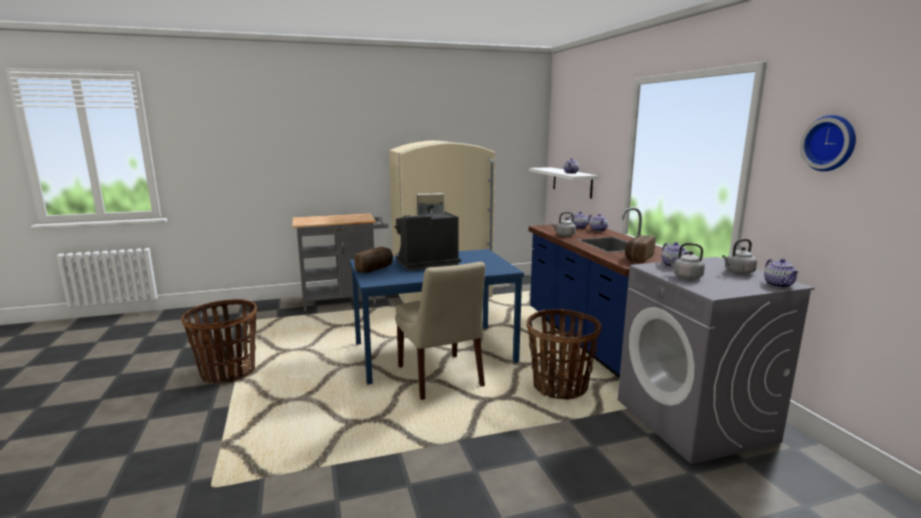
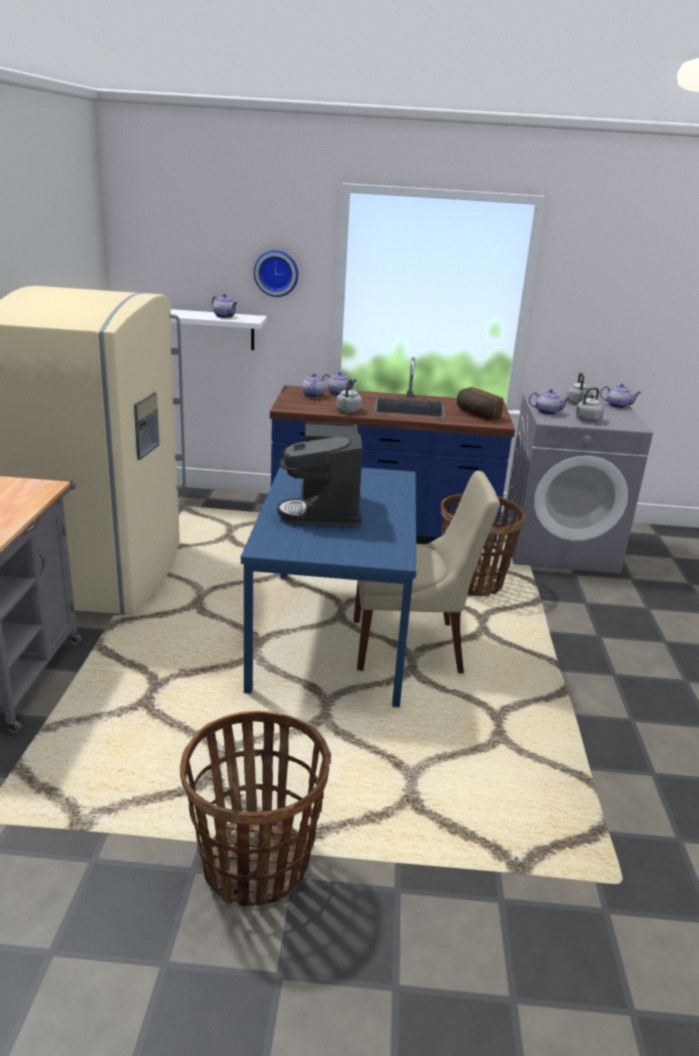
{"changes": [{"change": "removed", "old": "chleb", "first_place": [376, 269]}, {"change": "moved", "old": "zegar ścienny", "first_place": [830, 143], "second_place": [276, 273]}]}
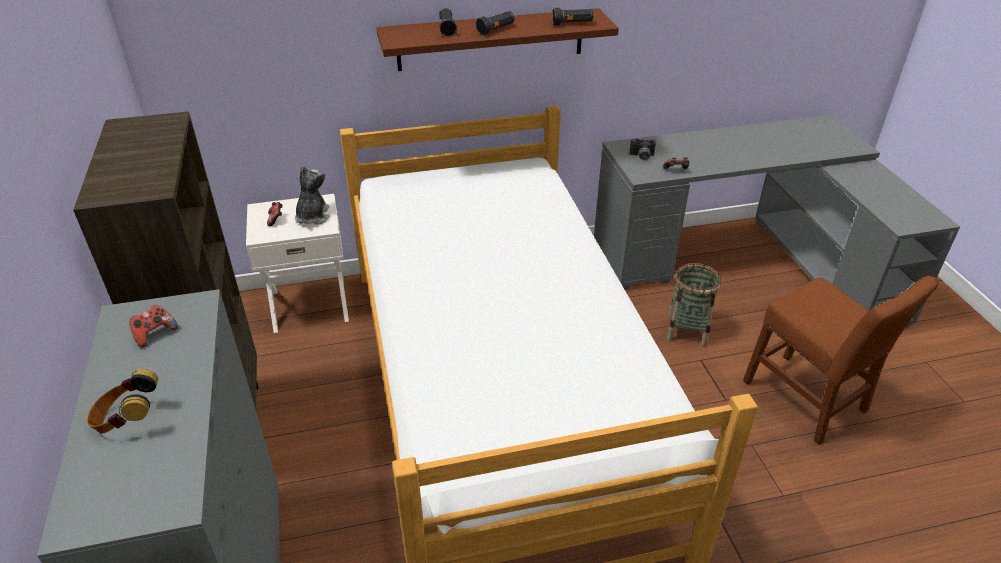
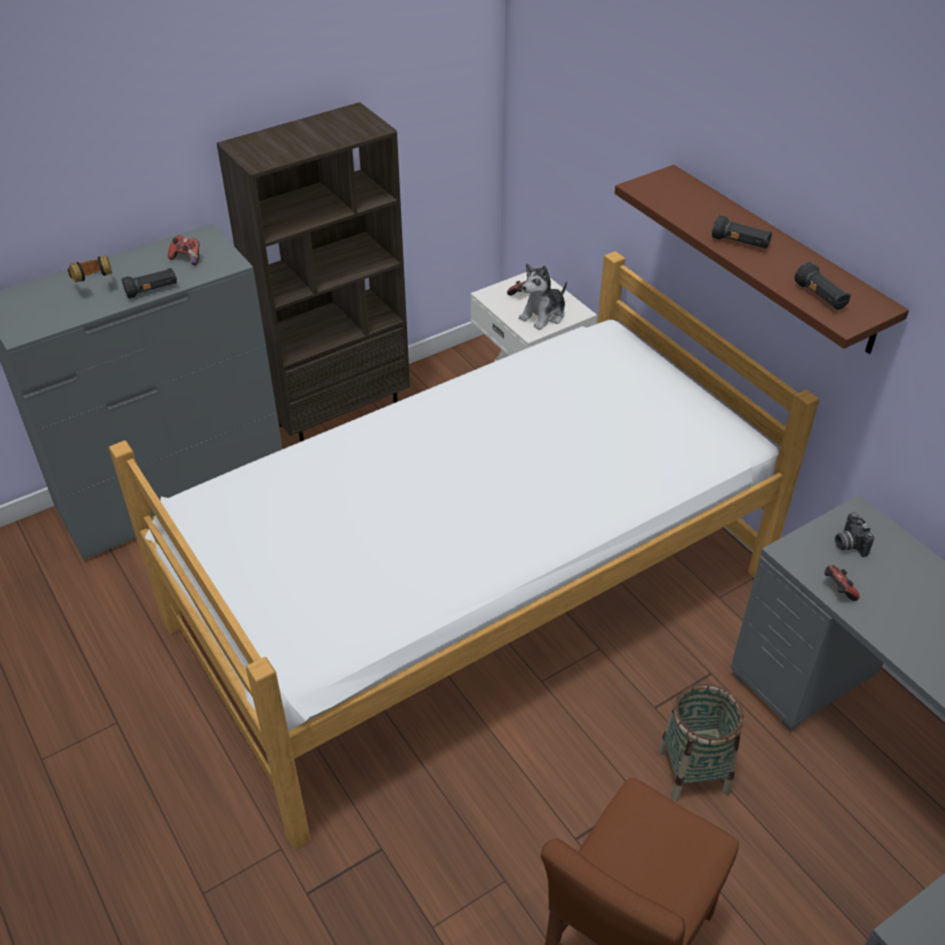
{"changes": [{"change": "moved", "old": "latarka/czarny", "first_place": [447, 29], "second_place": [152, 290]}, {"change": "turned", "old": "pluszak", "first_place": [312, 216], "second_place": [543, 315], "degrees": 150}]}
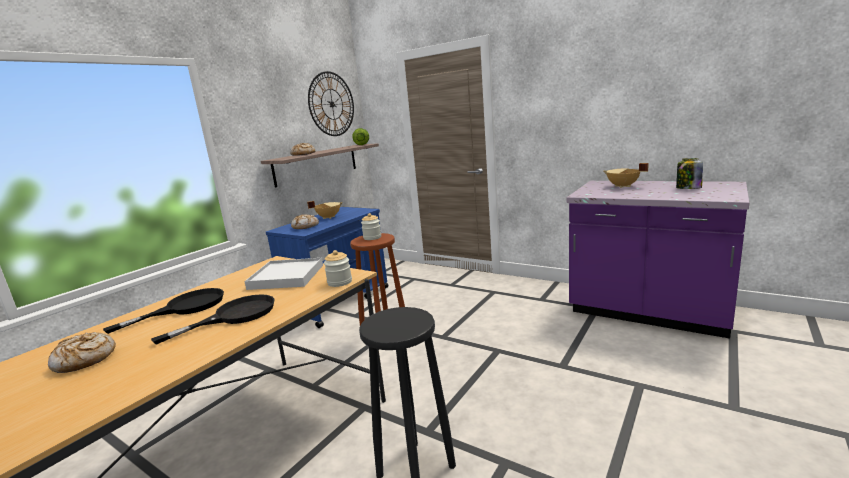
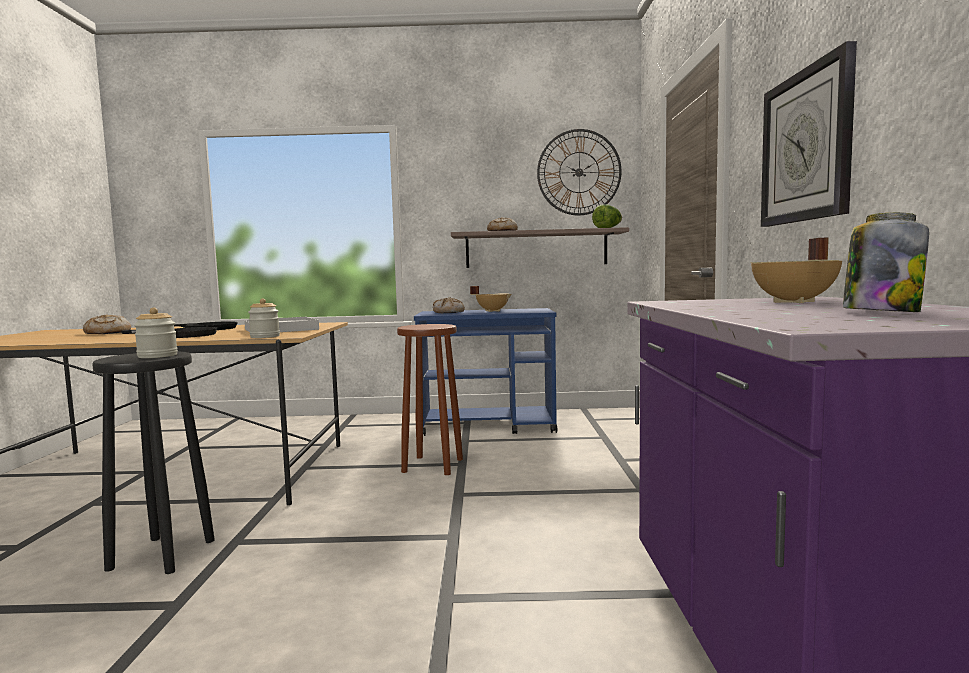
{"changes": [{"change": "added", "new": "zegar ścienny", "second_place": [806, 146]}, {"change": "moved", "old": "słoik", "first_place": [372, 237], "second_place": [157, 356]}]}
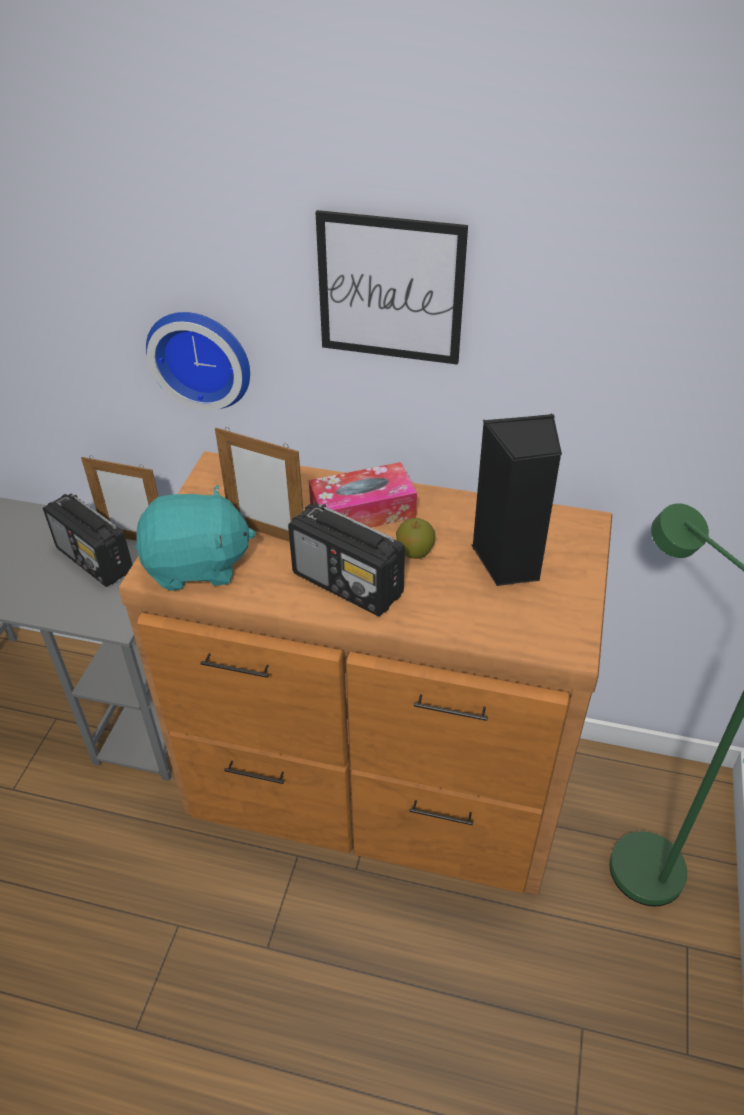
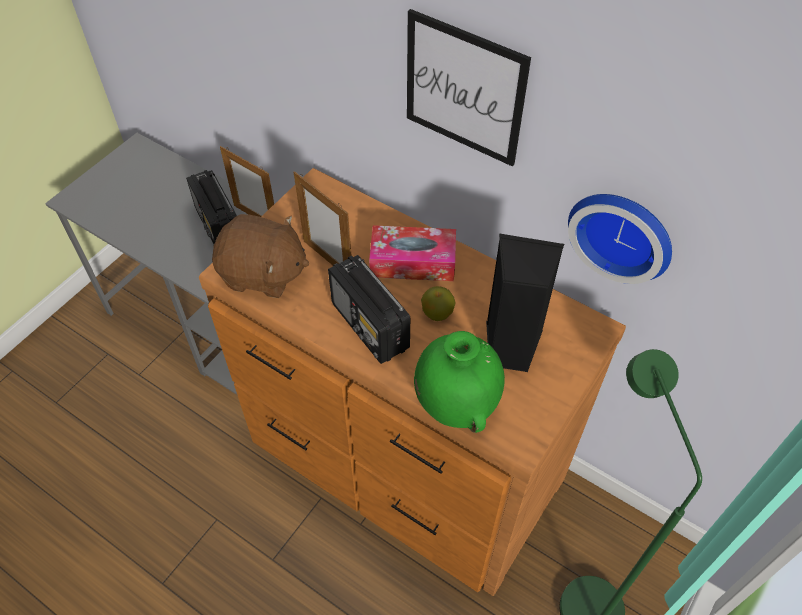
{"changes": [{"change": "added", "new": "wazon/zielony", "second_place": [455, 404]}, {"change": "moved", "old": "zegar ścienny", "first_place": [202, 357], "second_place": [622, 232]}, {"change": "recoloured", "old": "pluszak/turkusowy", "new": "pluszak/brązowy", "first_place": [197, 566], "second_place": [263, 274]}]}
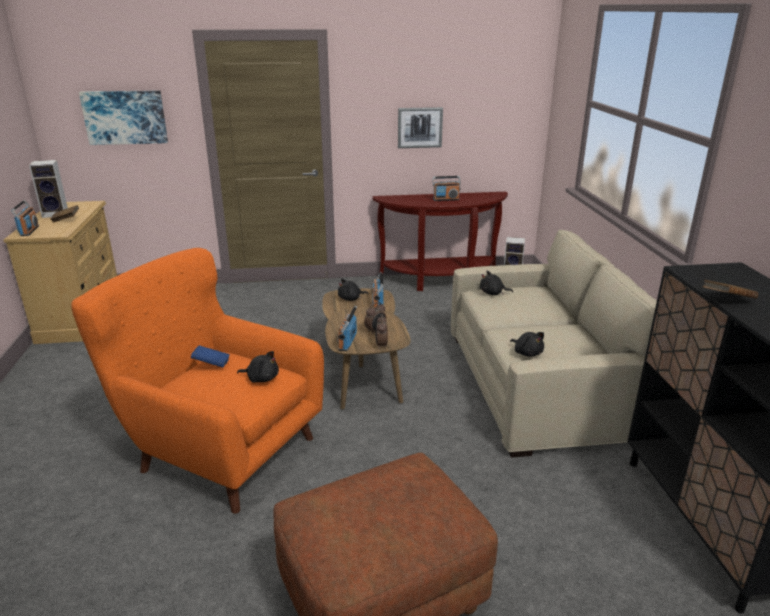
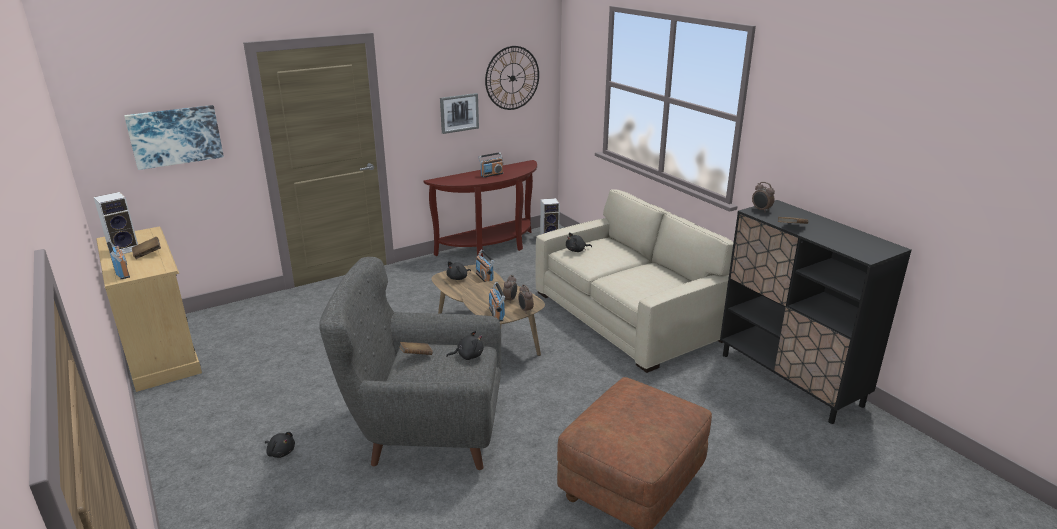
{"changes": [{"change": "added", "new": "zegar ścienny", "second_place": [512, 78]}, {"change": "added", "new": "budzik", "second_place": [761, 210]}, {"change": "moved", "old": "pluszak/czarny", "first_place": [527, 353], "second_place": [281, 452]}, {"change": "recoloured", "old": "fotel/pomarańczowy", "new": "fotel/szary", "first_place": [221, 448], "second_place": [425, 428]}, {"change": "recoloured", "old": "książka/niebieski", "new": "książka/brązowy", "first_place": [211, 364], "second_place": [416, 355]}]}
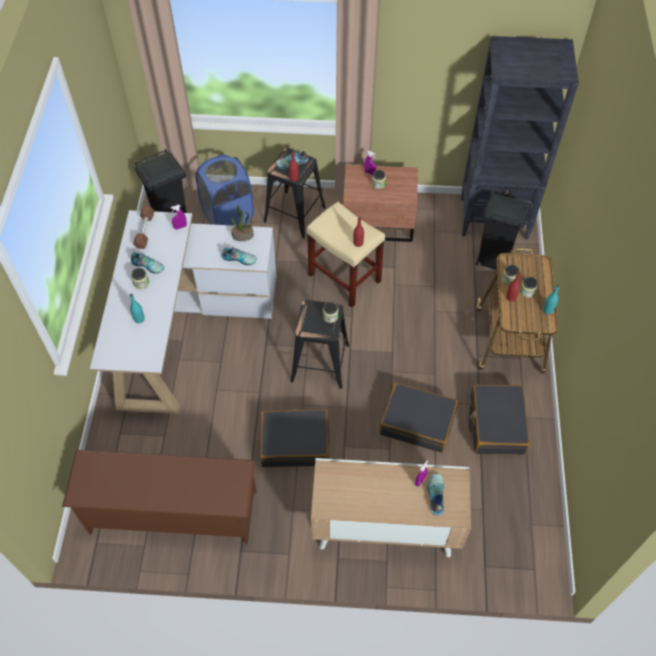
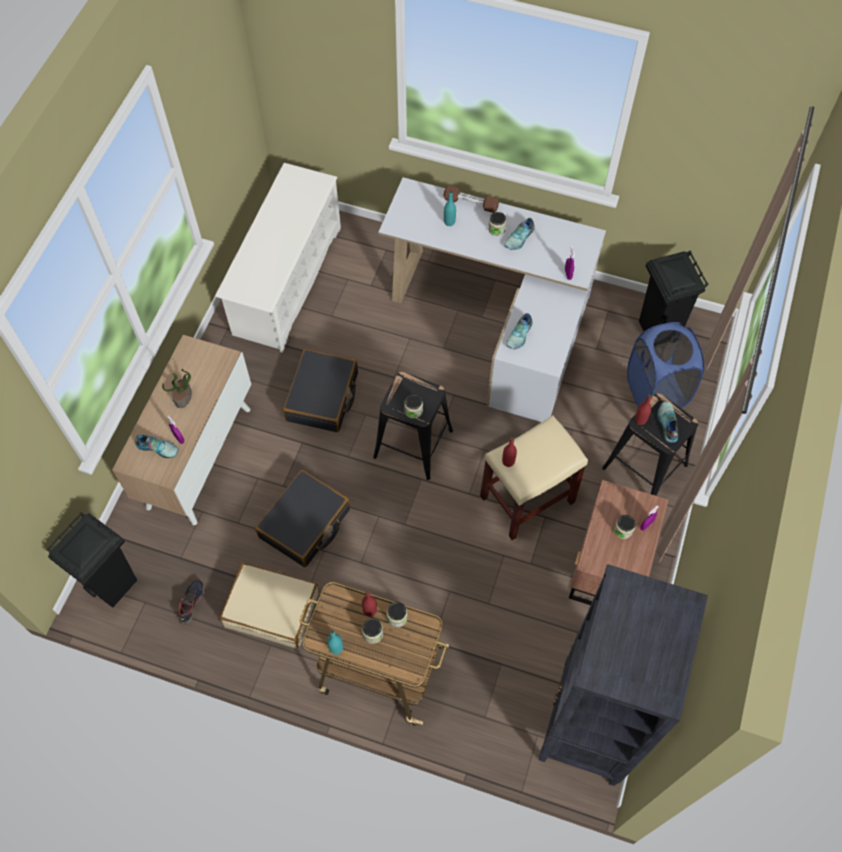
{"changes": [{"change": "added", "new": "but", "second_place": [191, 602]}, {"change": "moved", "old": "hantel/brązowy", "first_place": [145, 231], "second_place": [470, 203]}, {"change": "moved", "old": "roślina doniczkowa", "first_place": [243, 235], "second_place": [183, 397]}, {"change": "moved", "old": "kosz na śmieci/czarny", "first_place": [492, 261], "second_place": [114, 584]}, {"change": "recoloured", "old": "regał na buty/brązowy", "new": "regał na buty/biały", "first_place": [172, 512], "second_place": [287, 280]}, {"change": "recoloured", "old": "walizka/czarny", "new": "walizka/beżowy", "first_place": [496, 424], "second_place": [272, 609]}]}
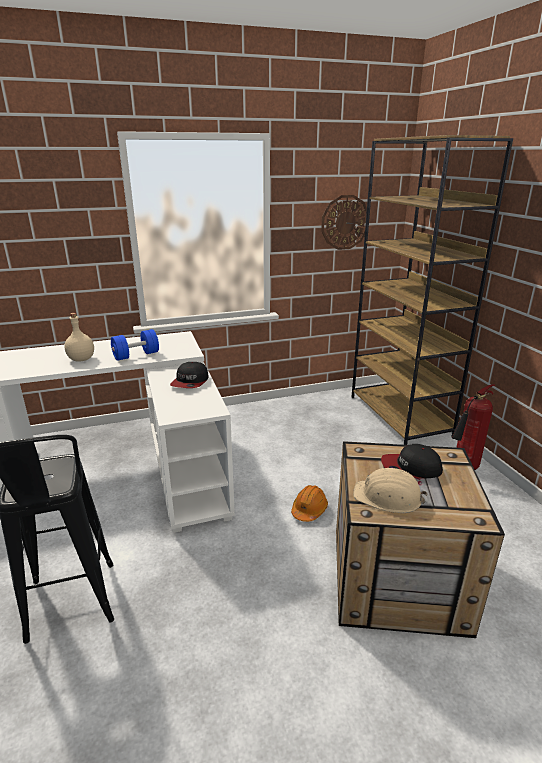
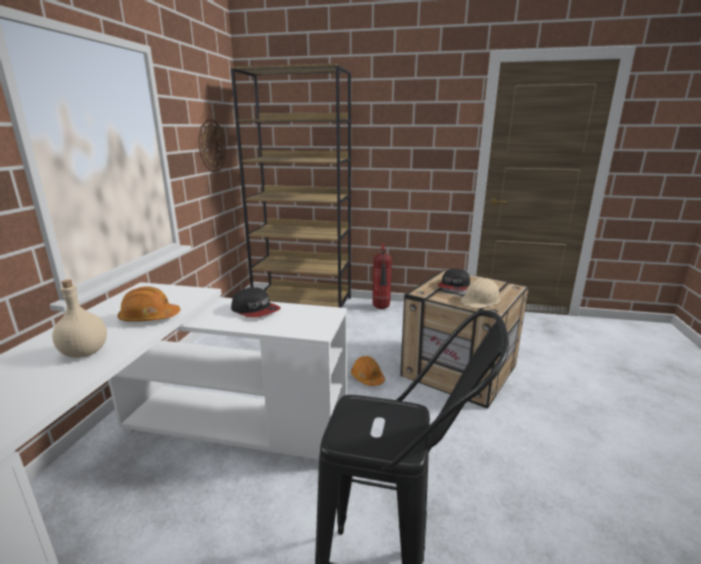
{"changes": [{"change": "replaced", "old": "hantel/niebieski", "new": "kask/pomarańczowy", "first_place": [136, 355], "second_place": [149, 318]}]}
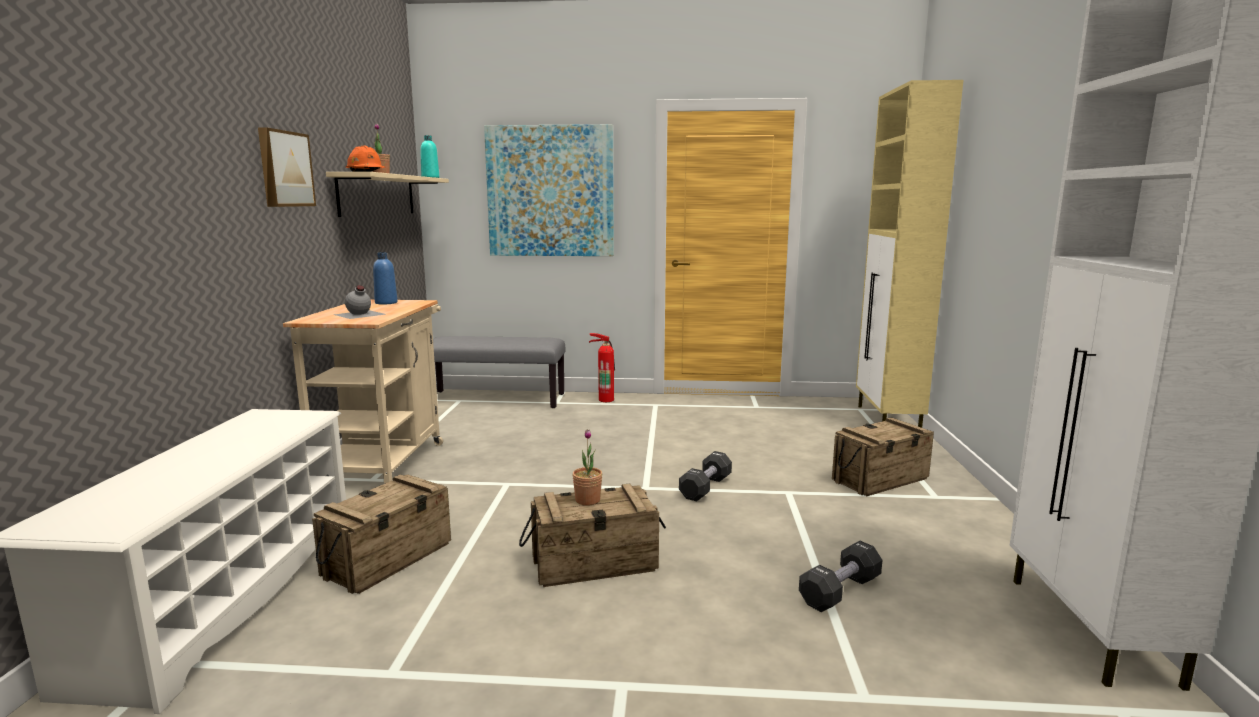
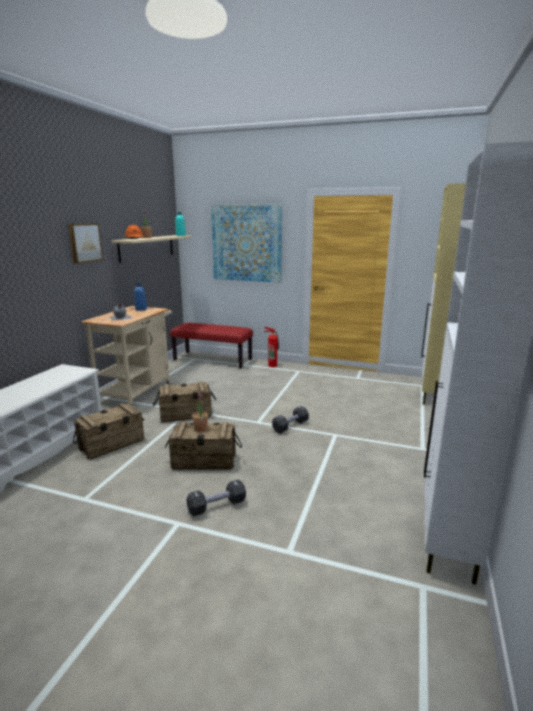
{"changes": [{"change": "moved", "old": "hantel/czarny", "first_place": [840, 591], "second_place": [217, 506]}, {"change": "moved", "old": "skrzynka", "first_place": [880, 480], "second_place": [185, 414]}, {"change": "recoloured", "old": "ławka/szary", "new": "ławka/czerwony", "first_place": [495, 399], "second_place": [213, 359]}]}
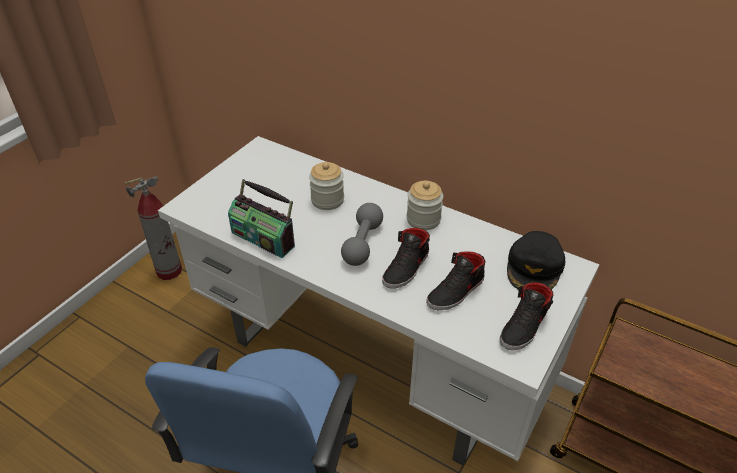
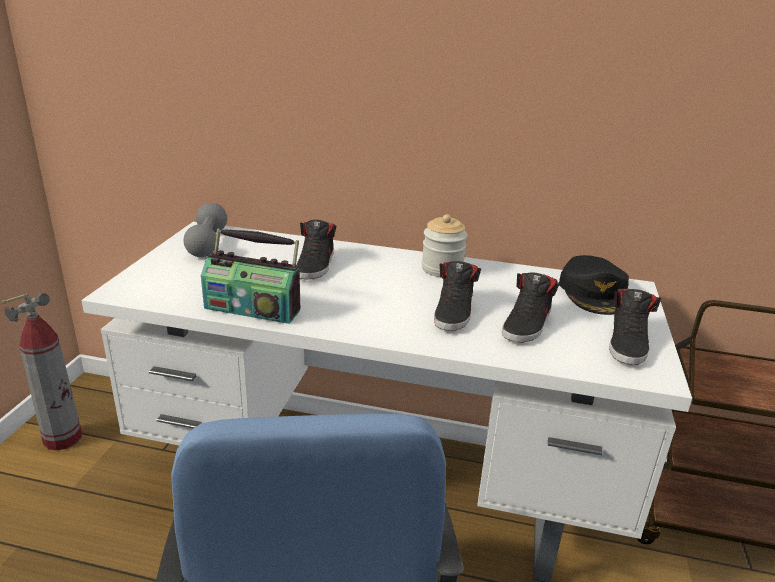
{"changes": [{"change": "moved", "old": "hantel/szary", "first_place": [362, 243], "second_place": [207, 243]}, {"change": "replaced", "old": "słoik", "new": "but/czarny", "first_place": [327, 200], "second_place": [316, 265]}]}
